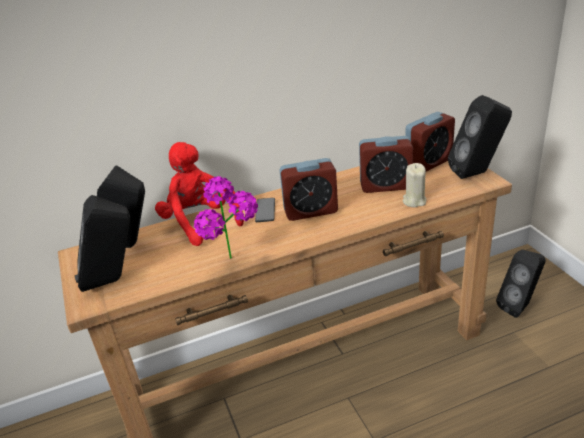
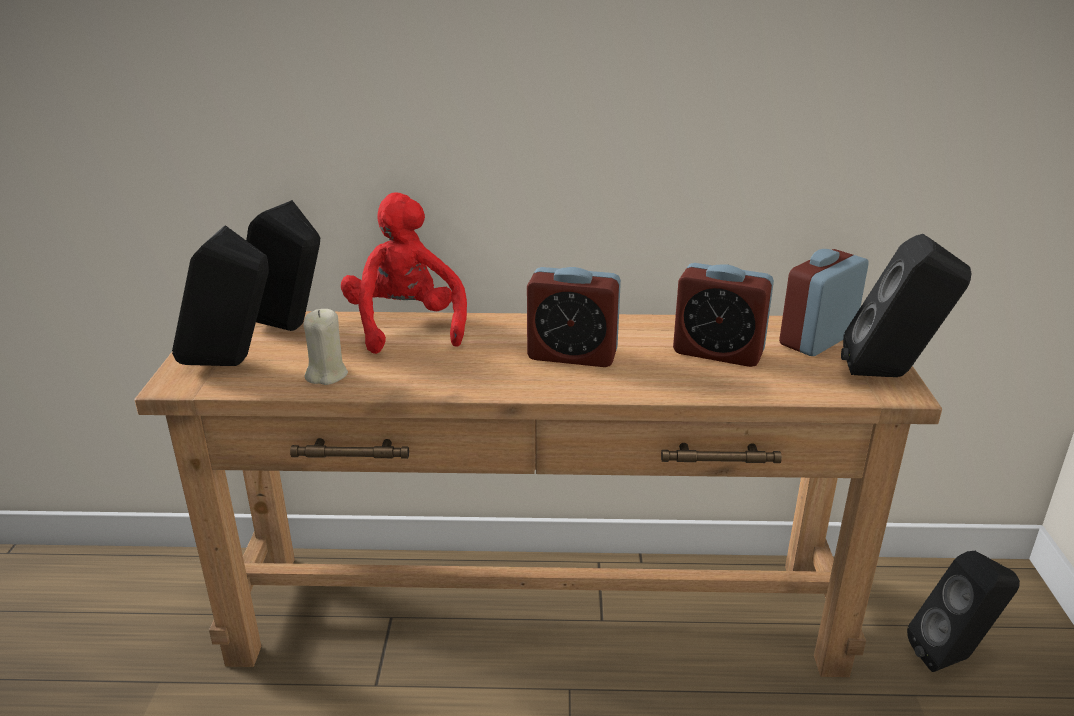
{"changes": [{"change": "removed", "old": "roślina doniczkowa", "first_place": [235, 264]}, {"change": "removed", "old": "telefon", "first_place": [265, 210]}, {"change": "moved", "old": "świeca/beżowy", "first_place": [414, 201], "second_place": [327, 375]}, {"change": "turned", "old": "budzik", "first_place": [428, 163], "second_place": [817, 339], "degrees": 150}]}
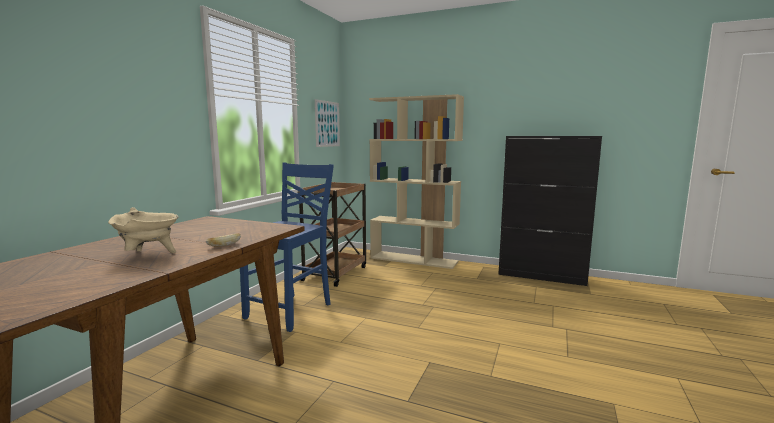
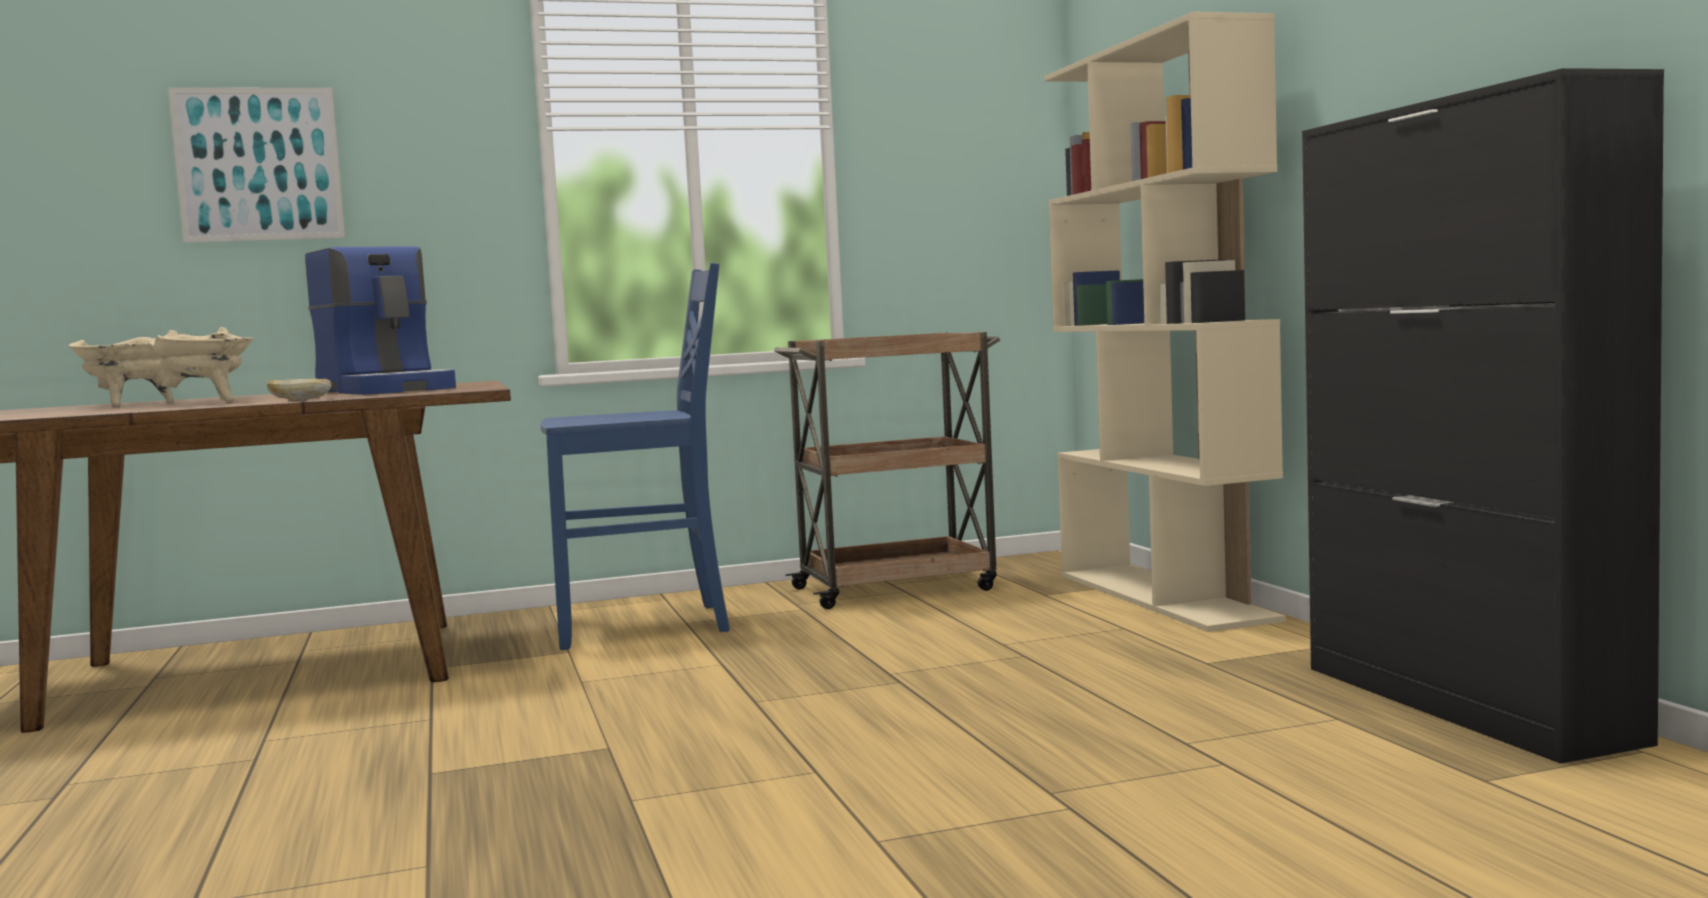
{"changes": [{"change": "added", "new": "garnek/beżowy", "second_place": [130, 405]}, {"change": "added", "new": "ekspres do kawy", "second_place": [388, 390]}, {"change": "moved", "old": "obraz", "first_place": [327, 124], "second_place": [258, 164]}]}
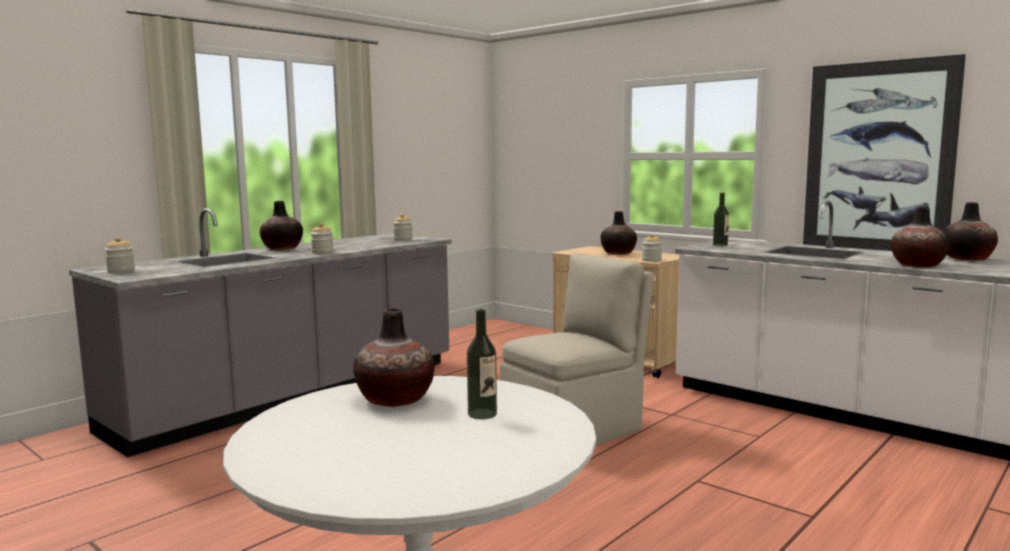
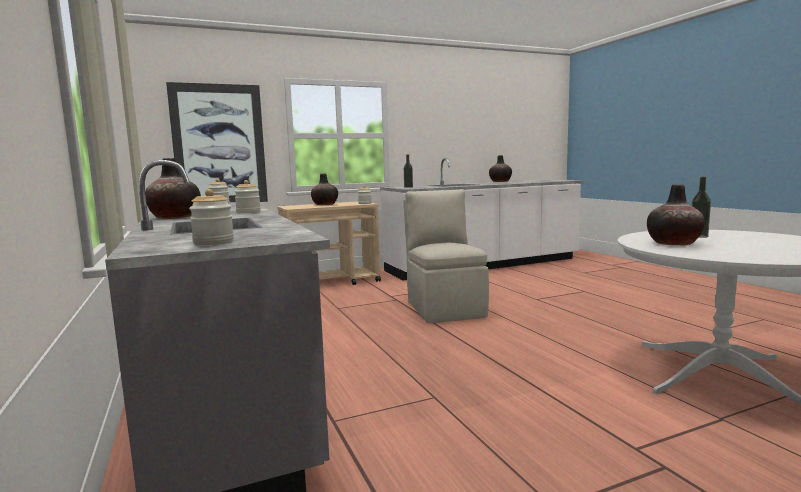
{"changes": [{"change": "removed", "old": "wazon", "first_place": [917, 265]}, {"change": "moved", "old": "obraz", "first_place": [878, 158], "second_place": [219, 145]}]}
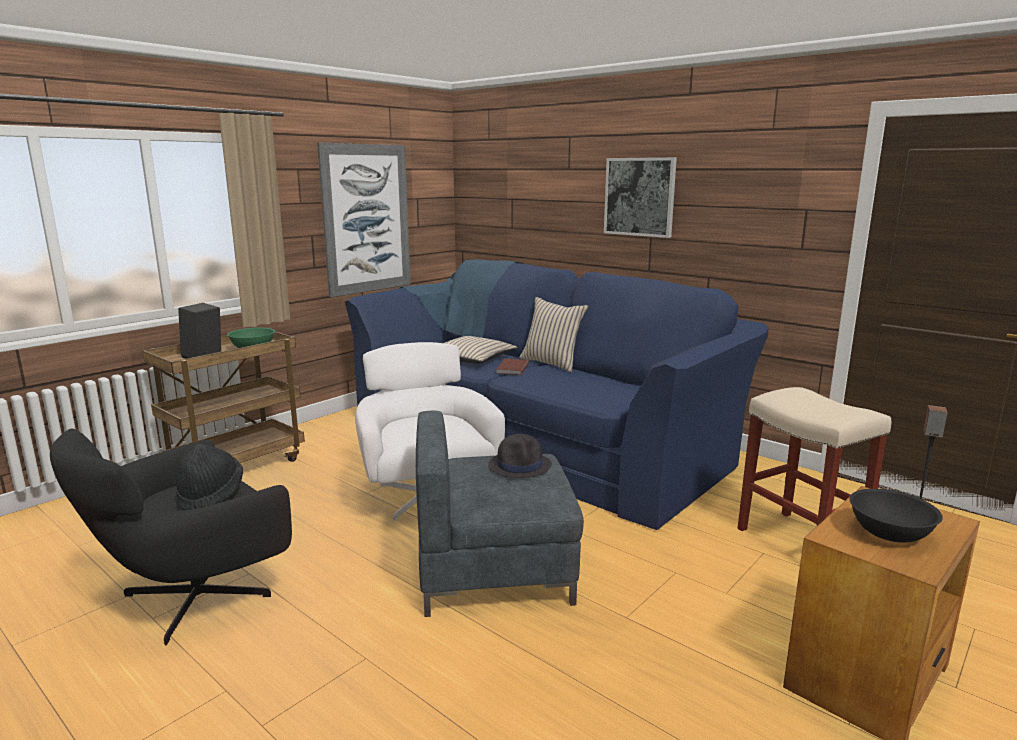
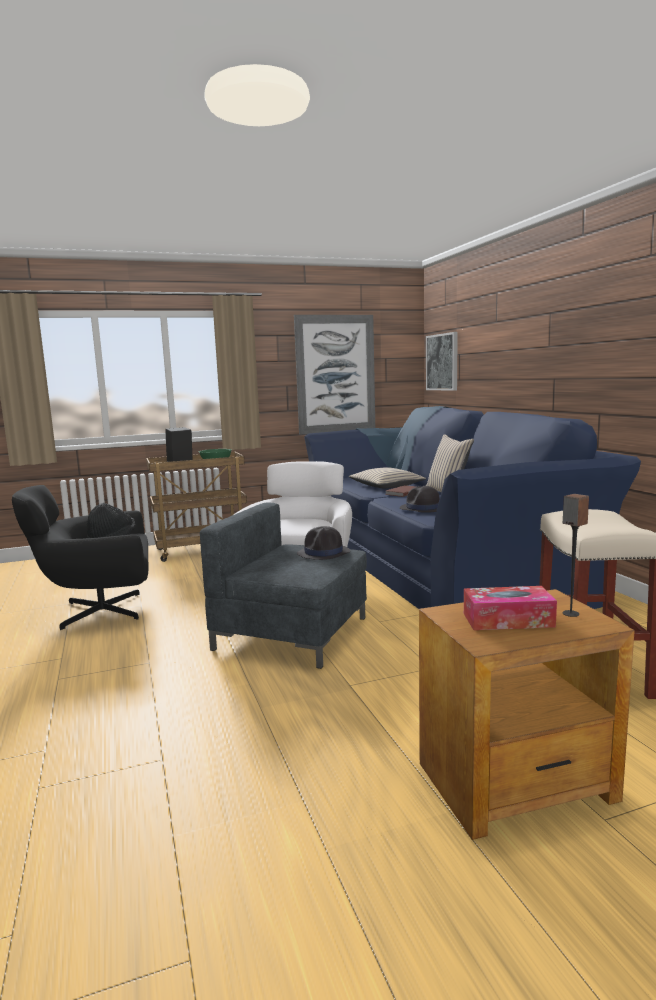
{"changes": [{"change": "added", "new": "kapelusz/czarny", "second_place": [423, 509]}, {"change": "moved", "old": "obraz", "first_place": [639, 197], "second_place": [442, 362]}, {"change": "replaced", "old": "miska/czarny", "new": "pudełko chusteczek", "first_place": [890, 534], "second_place": [508, 620]}]}
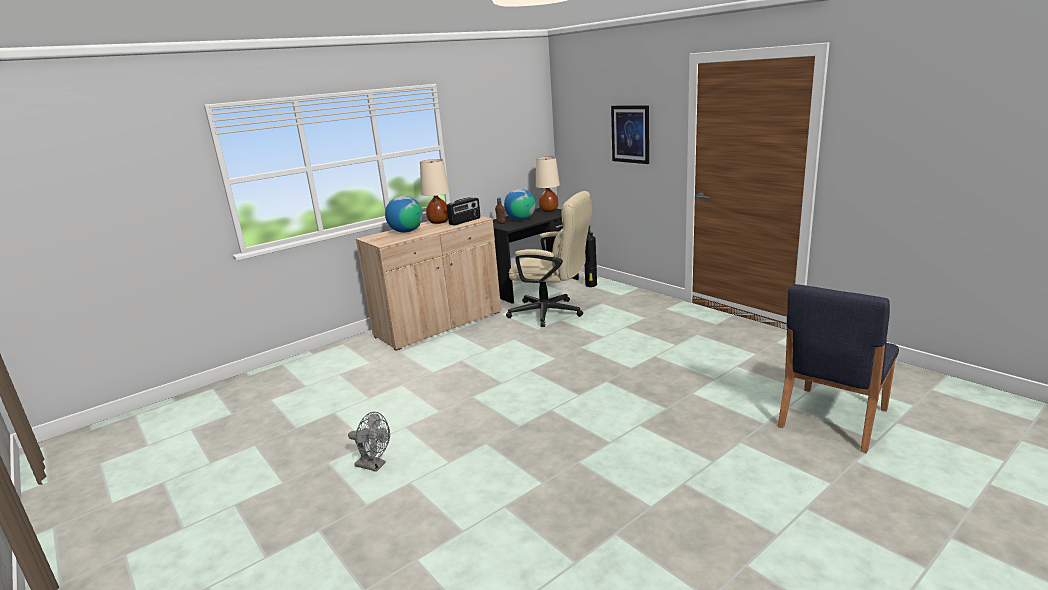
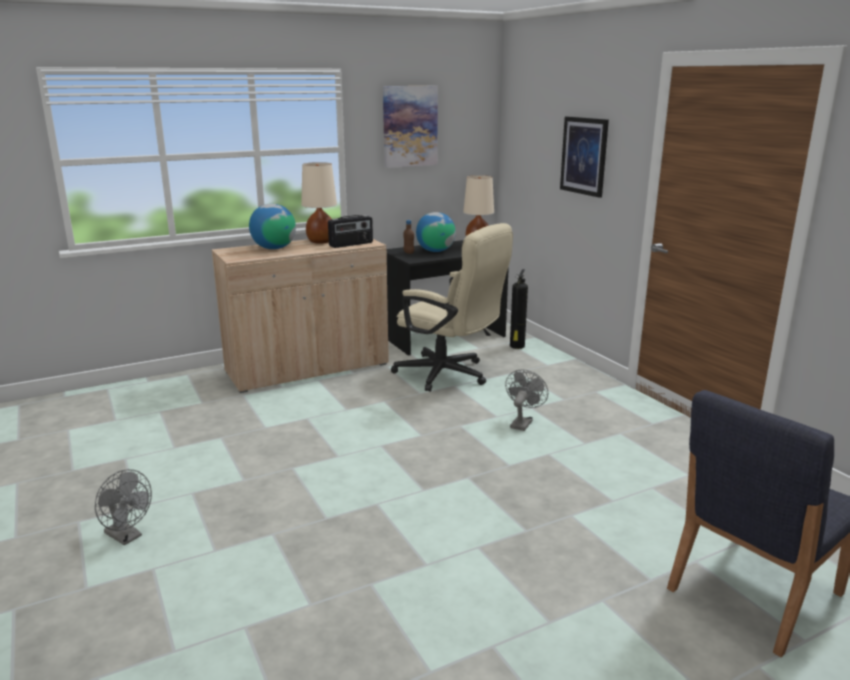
{"changes": [{"change": "added", "new": "obraz", "second_place": [410, 126]}, {"change": "added", "new": "wentylator/szary", "second_place": [522, 422]}]}
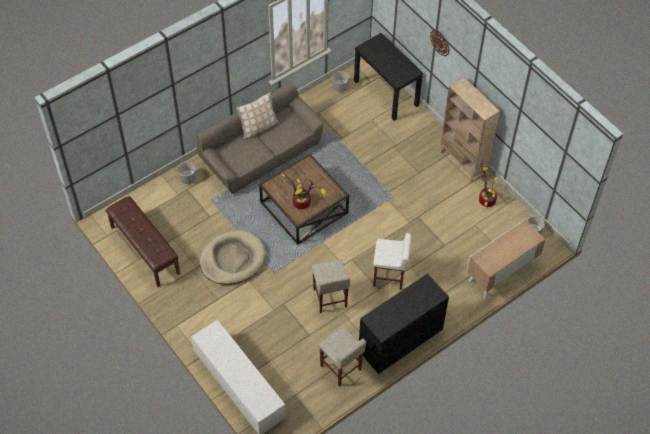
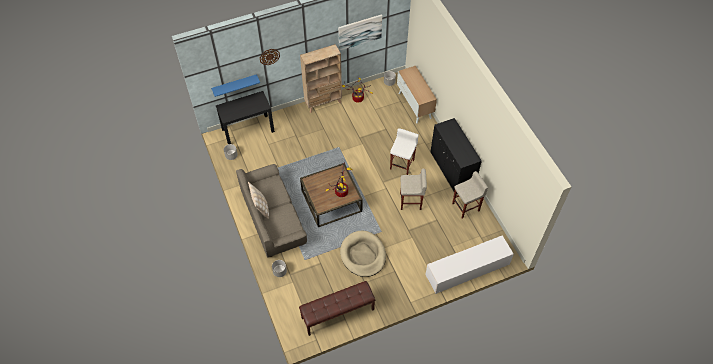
{"changes": [{"change": "added", "new": "półka/niebieski", "second_place": [235, 85]}, {"change": "added", "new": "obraz", "second_place": [359, 32]}]}
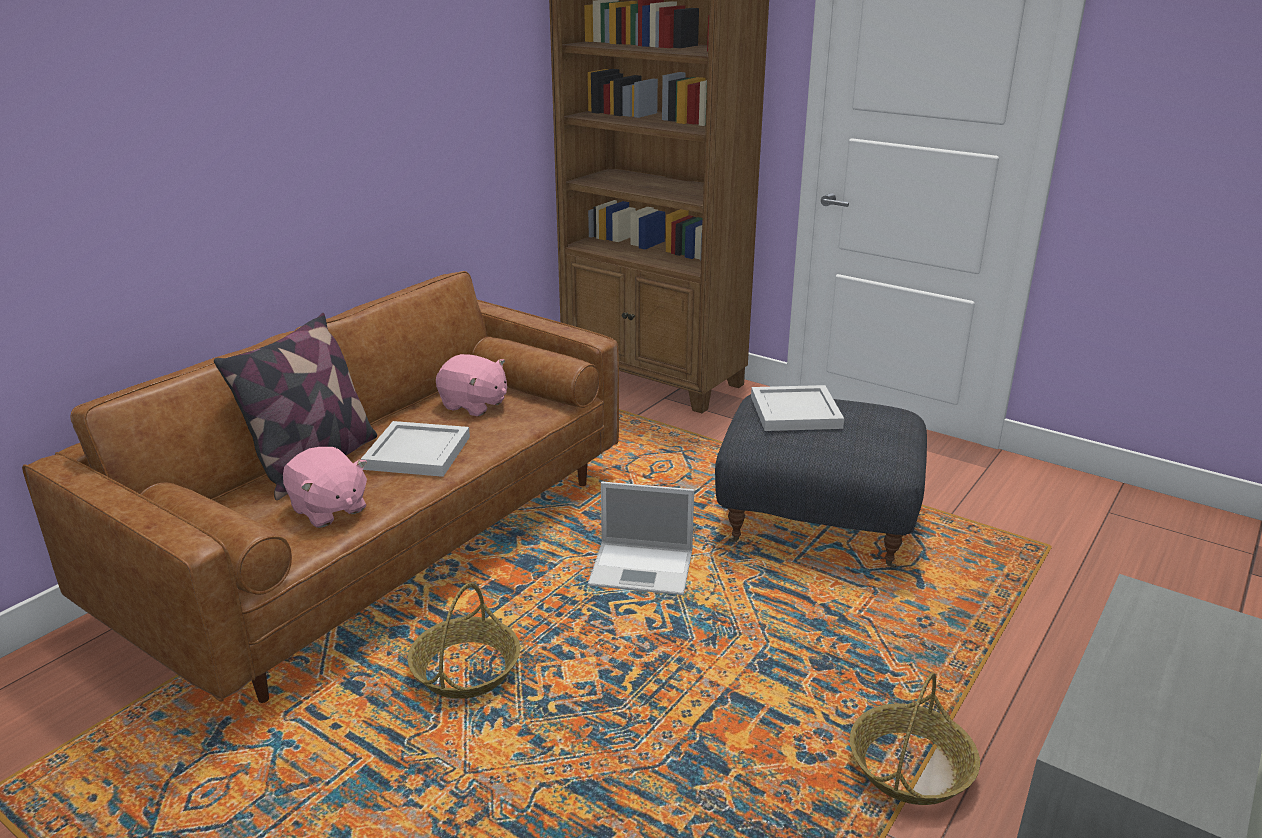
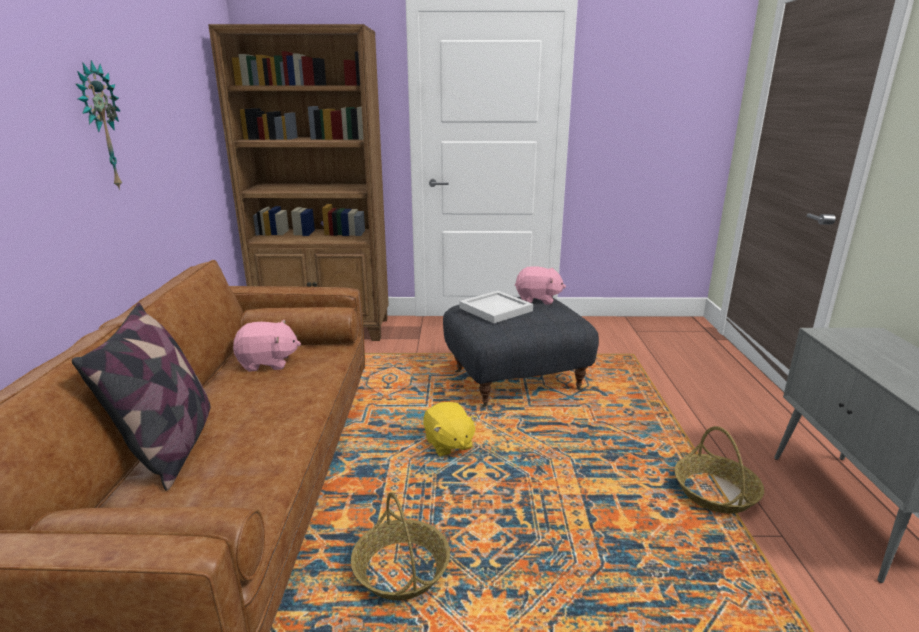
{"changes": [{"change": "removed", "old": "taca/biały", "first_place": [416, 452]}, {"change": "added", "new": "zegar ścienny", "second_place": [100, 127]}, {"change": "moved", "old": "pluszak/różowy", "first_place": [328, 510], "second_place": [538, 299]}, {"change": "replaced", "old": "laptop", "new": "pluszak/żółty", "first_place": [643, 569], "second_place": [448, 444]}]}
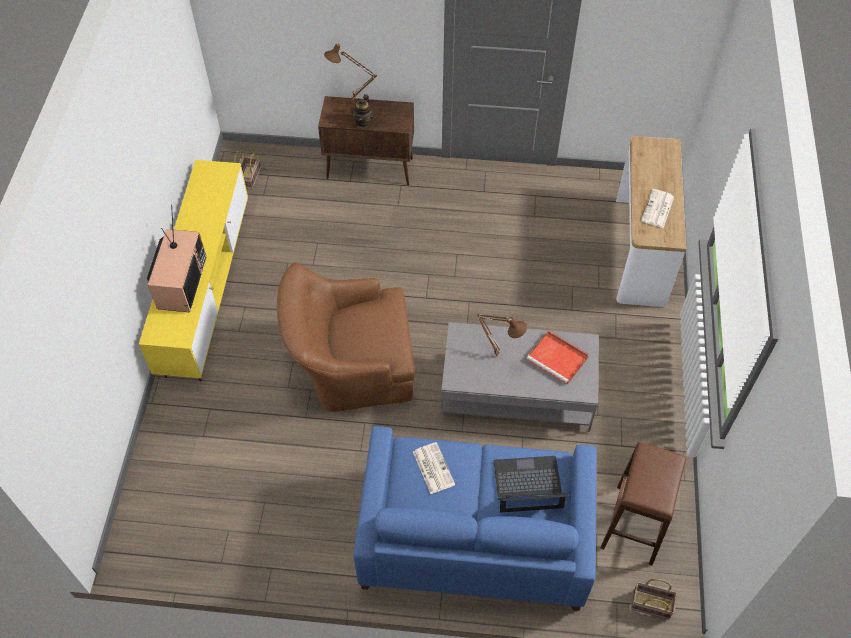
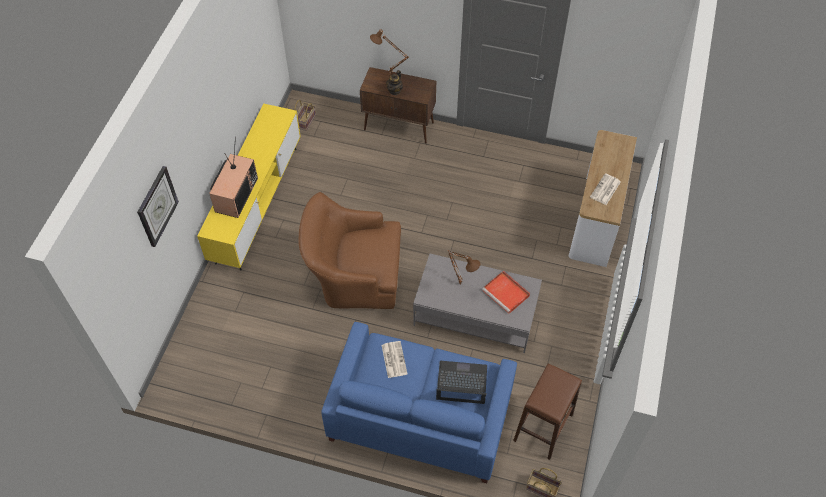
{"changes": [{"change": "added", "new": "zegar ścienny", "second_place": [157, 206]}]}
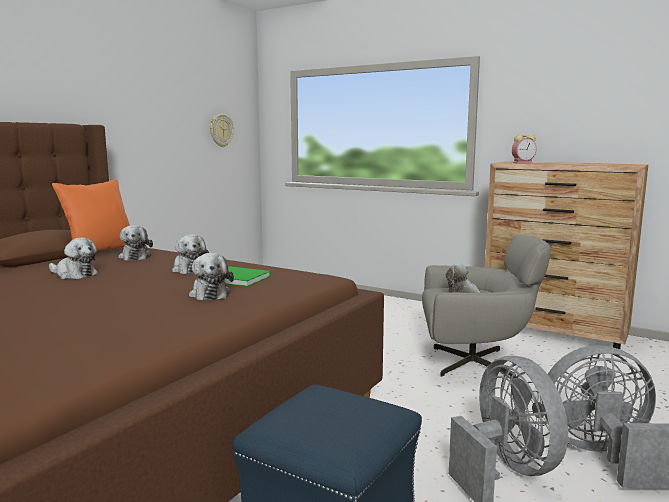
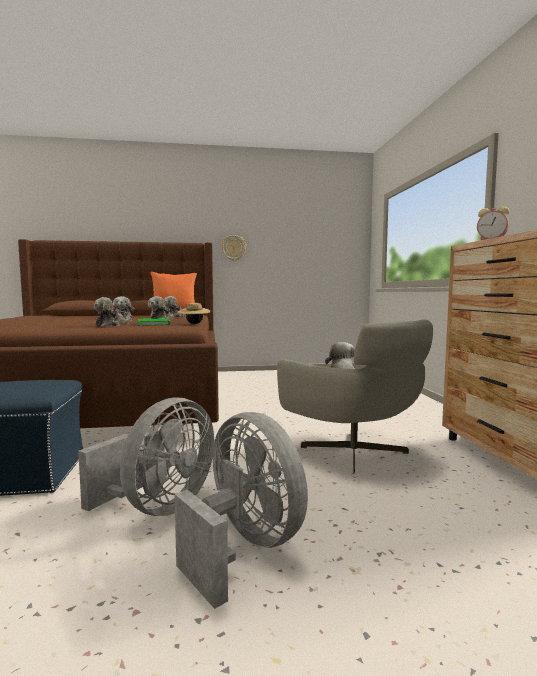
{"changes": [{"change": "added", "new": "kapelusz/beżowy", "second_place": [194, 324]}, {"change": "moved", "old": "zegar ścienny", "first_place": [221, 130], "second_place": [233, 248]}]}
